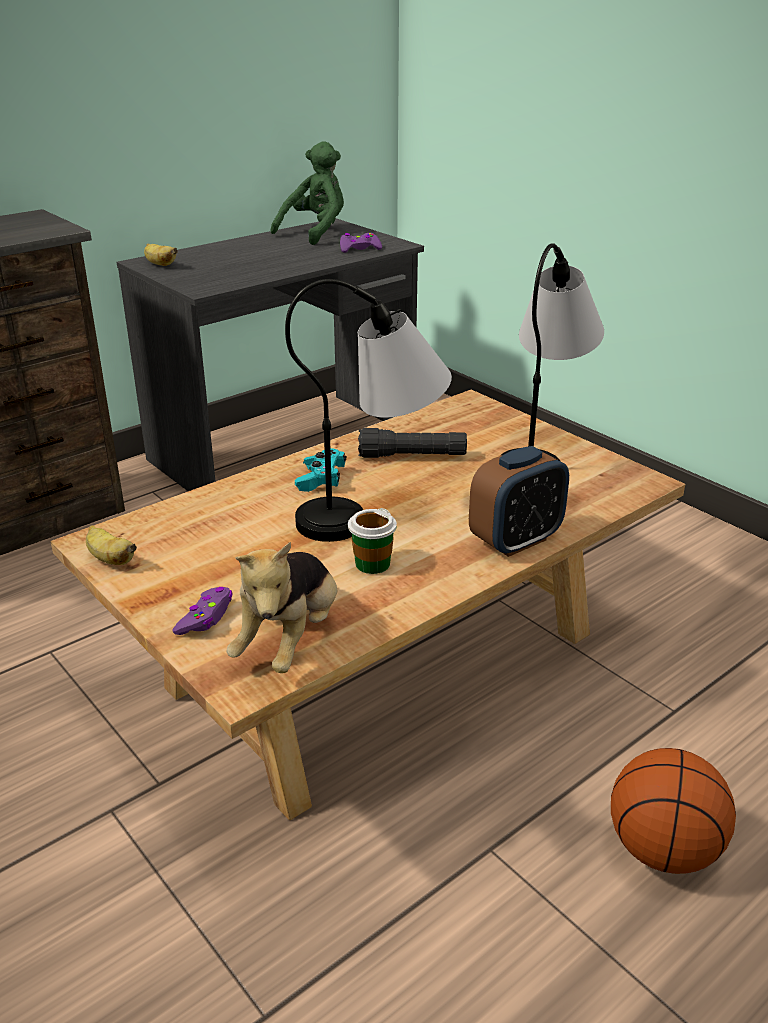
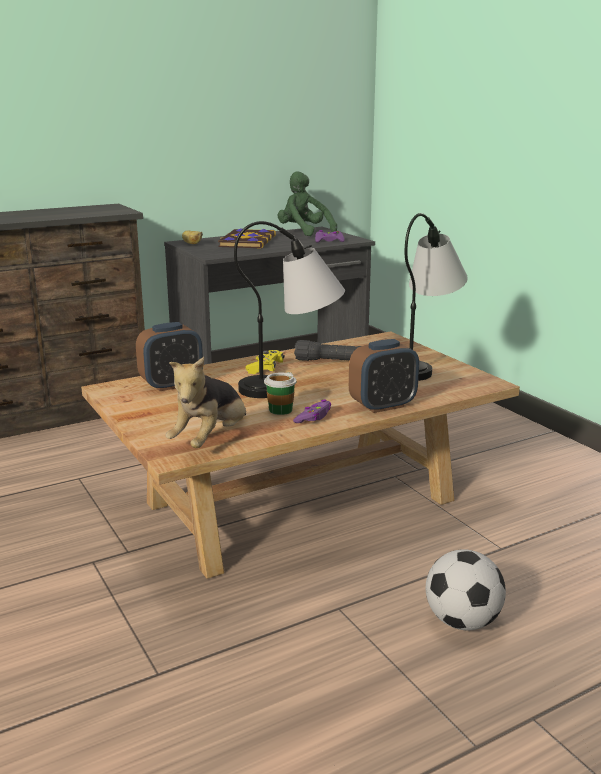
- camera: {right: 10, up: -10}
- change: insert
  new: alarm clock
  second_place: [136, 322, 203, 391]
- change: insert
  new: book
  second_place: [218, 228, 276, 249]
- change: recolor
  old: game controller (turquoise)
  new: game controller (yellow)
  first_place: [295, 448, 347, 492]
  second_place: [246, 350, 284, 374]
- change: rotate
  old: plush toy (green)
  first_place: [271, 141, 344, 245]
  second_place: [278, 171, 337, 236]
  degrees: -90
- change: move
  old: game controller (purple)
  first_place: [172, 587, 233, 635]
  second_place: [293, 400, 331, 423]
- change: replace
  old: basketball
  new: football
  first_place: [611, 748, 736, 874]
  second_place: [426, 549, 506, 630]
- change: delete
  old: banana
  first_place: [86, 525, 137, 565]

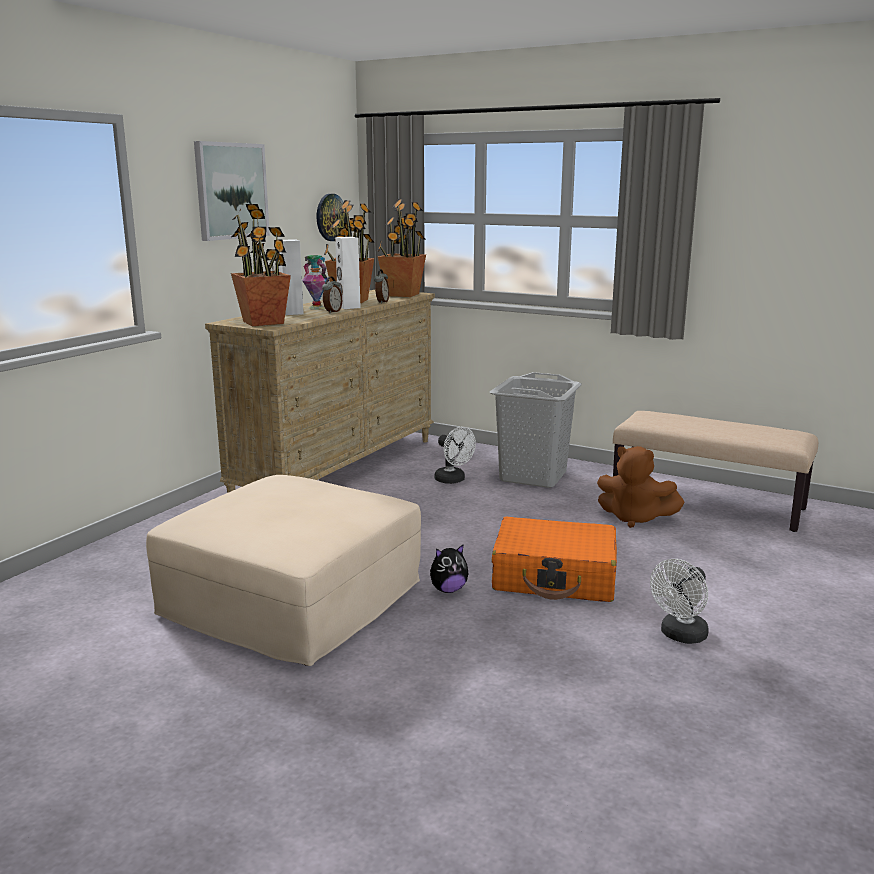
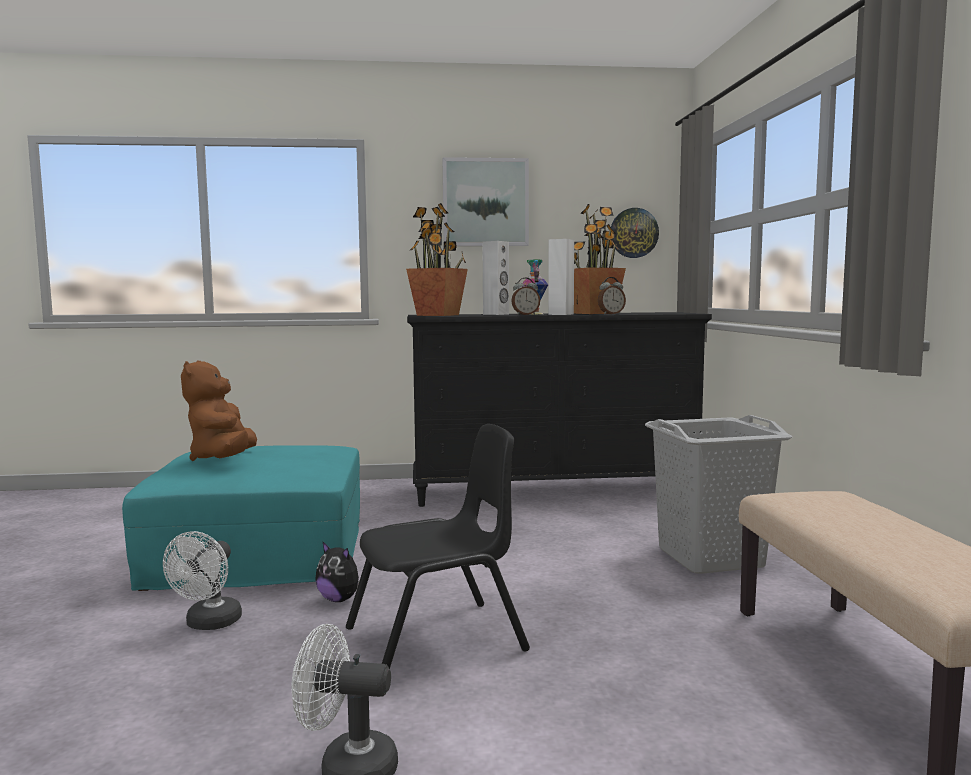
- camera: {right: 55, up: -10}
- change: recolor
  old: ottoman (beige)
  new: ottoman (turquoise)
  first_place: [146, 475, 421, 666]
  second_place: [122, 445, 360, 591]
- change: move
  old: fan (white)
  first_place: [434, 427, 476, 484]
  second_place: [163, 531, 242, 630]
- change: move
  old: plush toy (brown)
  first_place: [597, 446, 685, 528]
  second_place: [181, 360, 257, 461]
- change: replace
  old: suitcase (orange)
  new: chair (black)
  first_place: [491, 516, 617, 602]
  second_place: [346, 424, 530, 669]
- change: recolor
  old: dresser (beige)
  new: dresser (black)
  first_place: [205, 290, 435, 493]
  second_place: [407, 312, 712, 507]
- change: delete
  old: potted plant
  first_place: [378, 199, 426, 297]

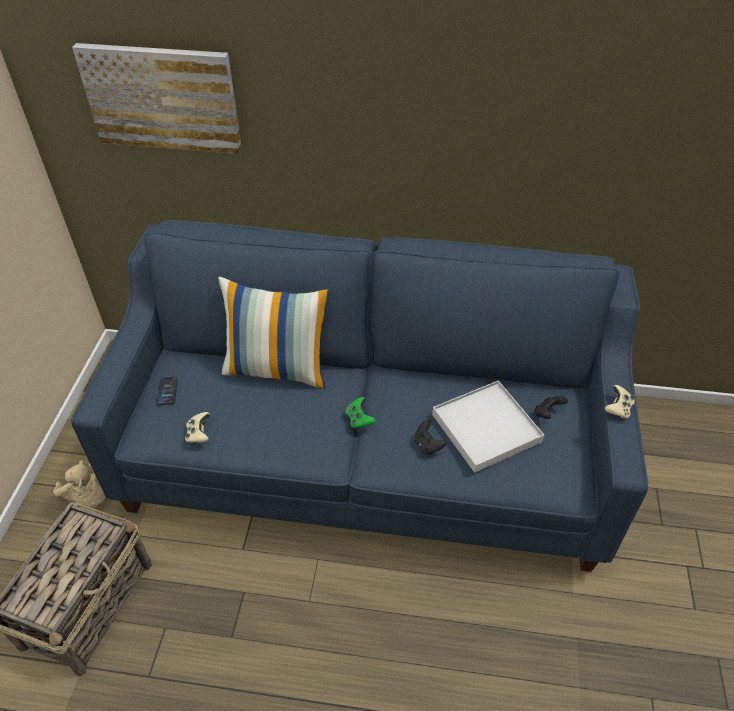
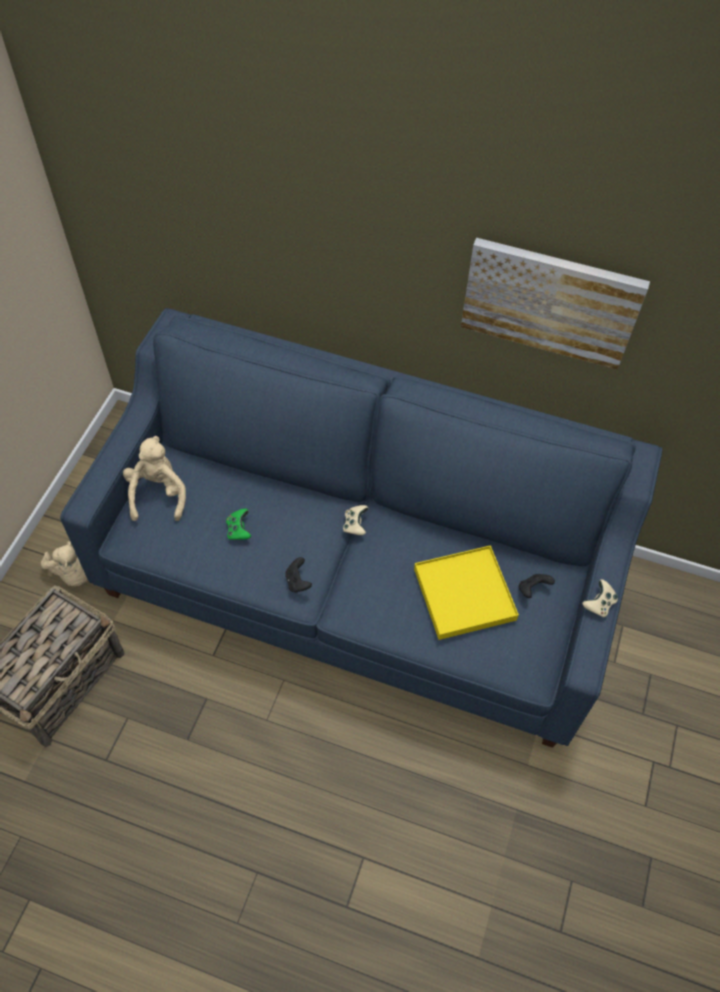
- camera: {right: 10, up: 10}
- change: replace
  old: phone
  new: plush toy (beige)
  first_place: [157, 377, 178, 405]
  second_place: [123, 436, 186, 521]
- change: move
  old: game controller (green)
  first_place: [345, 397, 376, 429]
  second_place: [226, 509, 251, 540]
- change: move
  old: game controller (black)
  first_place: [414, 420, 446, 455]
  second_place: [285, 557, 312, 592]
- change: move
  old: game controller (beige)
  first_place: [185, 412, 210, 443]
  second_place: [343, 505, 368, 535]
- change: recolor
  old: tray (white)
  new: tray (yellow)
  first_place: [432, 380, 544, 473]
  second_place: [414, 545, 519, 640]
- change: move
  old: picture
  first_place: [72, 43, 242, 154]
  second_place: [461, 238, 650, 370]
- change: delete
  old: pillow
  first_place: [218, 276, 330, 389]

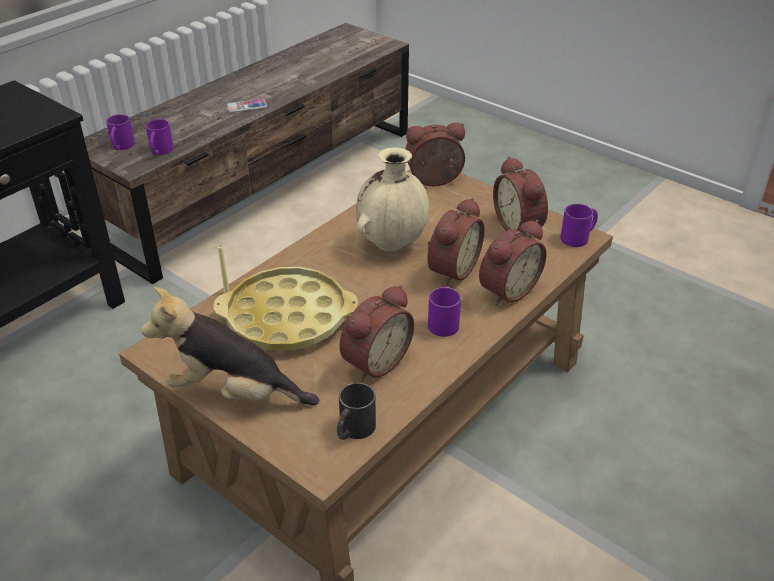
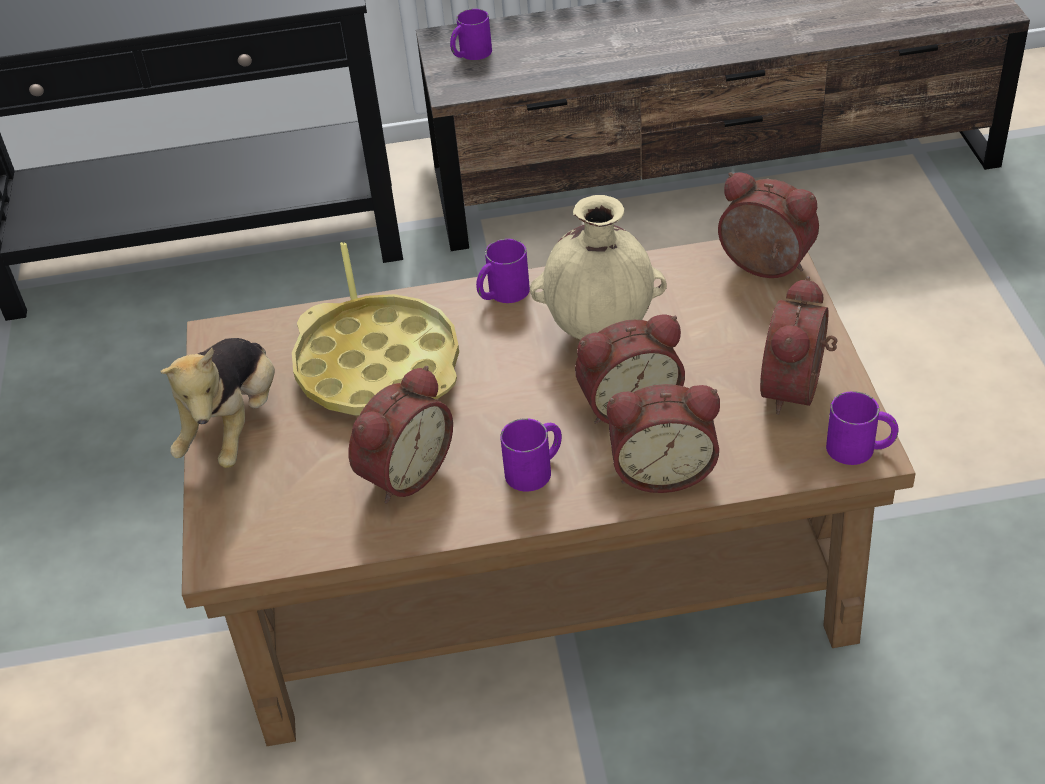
- camera: {right: 45, up: 5}
- change: rotate
  old: plush toy
  first_place: [141, 287, 319, 405]
  second_place: [160, 338, 275, 468]
  degrees: -135
- change: rotate
  old: alarm clock
  first_place: [339, 285, 414, 381]
  second_place: [348, 366, 453, 504]
  degrees: -45
- change: move
  old: mug (purple)
  first_place: [146, 119, 174, 155]
  second_place: [476, 239, 530, 303]
- change: delete
  old: phone
  first_place: [227, 99, 267, 113]
- change: delete
  old: mug (black)
  first_place: [337, 383, 376, 440]

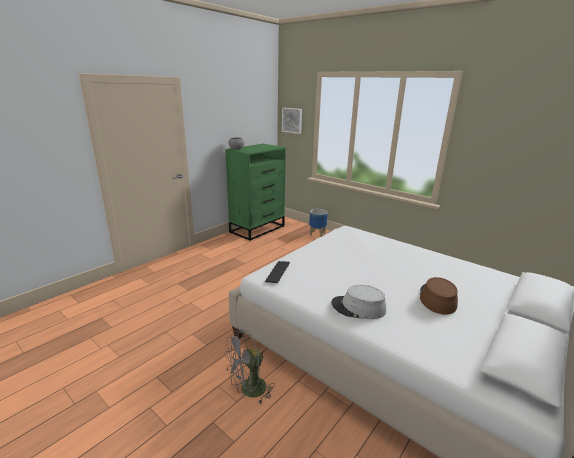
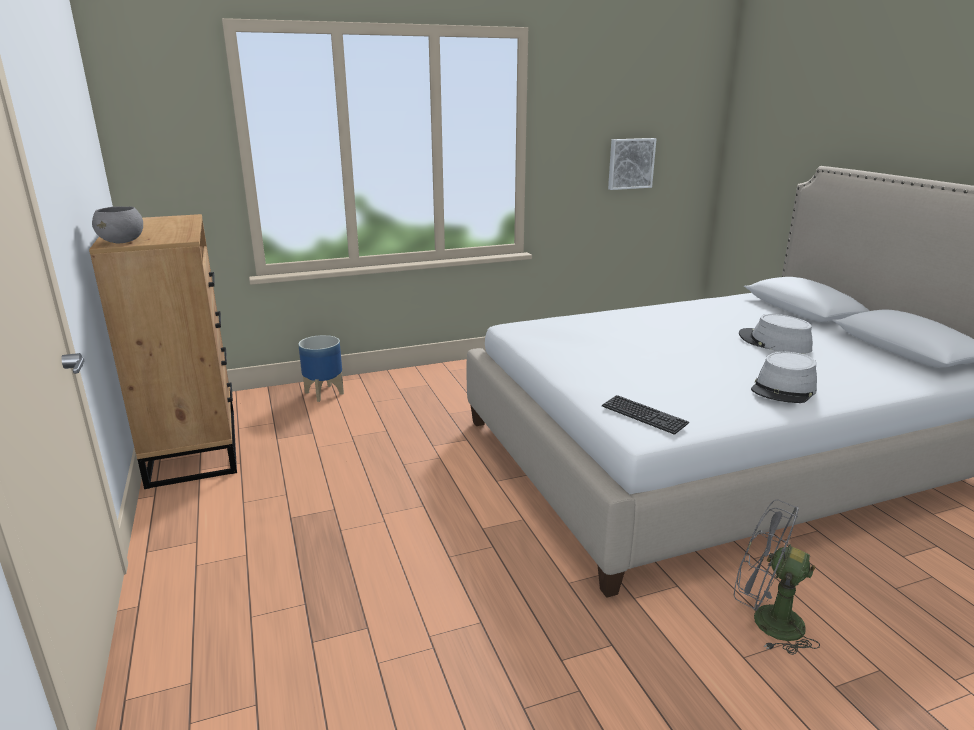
- camera: {right: -60, up: 0}
- change: recolor
  old: dresser (green)
  new: dresser (brown)
  first_place: [225, 144, 286, 241]
  second_place: [89, 214, 237, 489]
- change: move
  old: picture
  first_place: [282, 108, 302, 134]
  second_place: [608, 138, 656, 190]
- change: rotate
  old: fan (grey)
  first_place: [225, 330, 275, 403]
  second_place: [734, 499, 820, 655]
  degrees: 120
- change: recolor
  old: hat (brown)
  new: hat (grey)
  first_place: [420, 277, 458, 315]
  second_place: [739, 314, 812, 354]

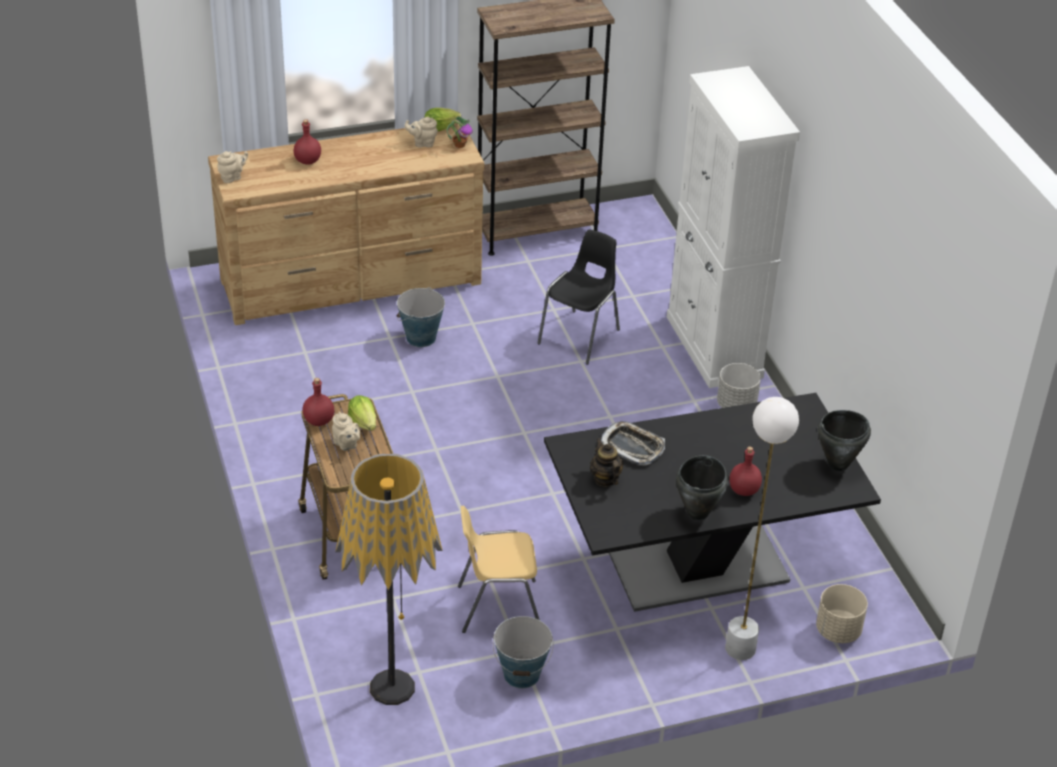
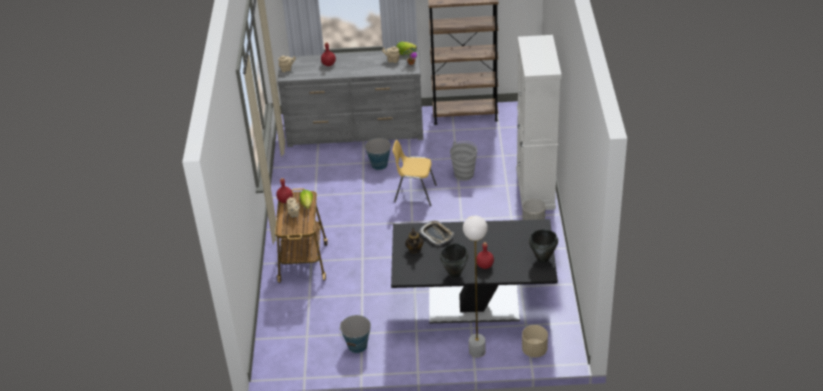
- camera: {right: 20, up: 0}
- change: recolor
  old: dresser (brown)
  new: dresser (grey)
  first_place: [208, 123, 485, 325]
  second_place: [277, 49, 423, 147]
- change: move
  old: chair (yellow)
  first_place: [458, 506, 540, 633]
  second_place: [392, 140, 437, 206]
- change: replace
  old: chair (black)
  new: bucket (grey)
  first_place: [537, 230, 620, 365]
  second_place: [450, 141, 477, 181]
- change: delete
  old: floor lamp
  first_place: [335, 454, 443, 705]

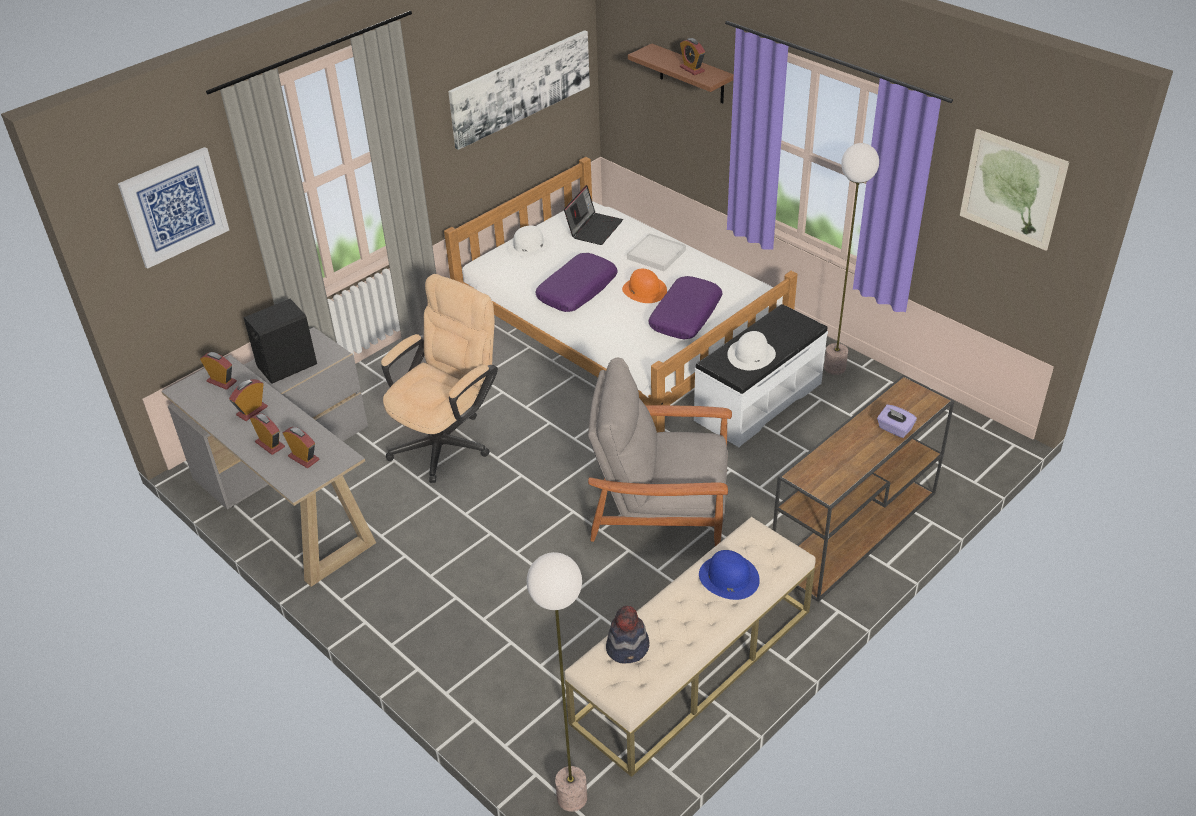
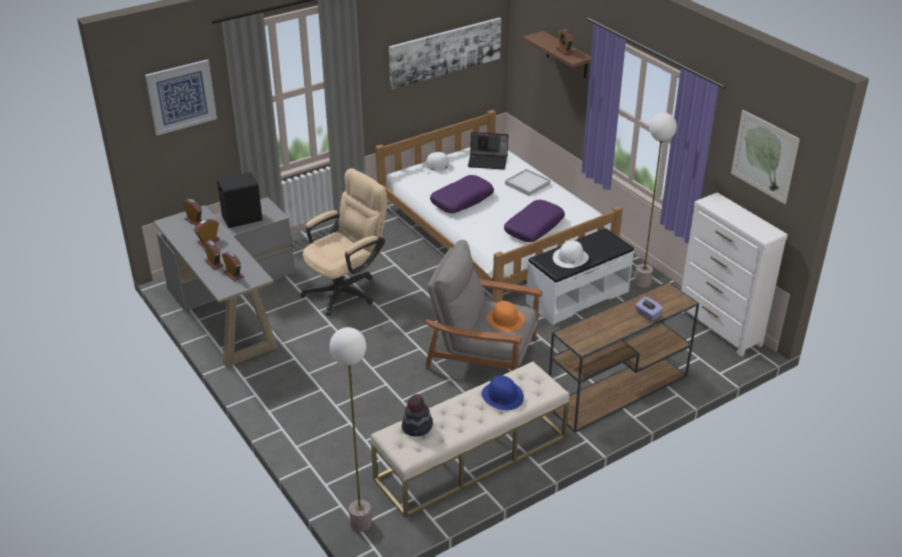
- camera: {right: 10, up: -5}
- change: rotate
  old: laptop
  first_place: [564, 185, 623, 245]
  second_place: [468, 132, 508, 170]
  degrees: 60
- change: move
  old: hat (orange)
  first_place: [622, 269, 667, 303]
  second_place: [487, 301, 524, 332]
- change: insert
  new: dresser (white)
  second_place: [681, 192, 788, 356]

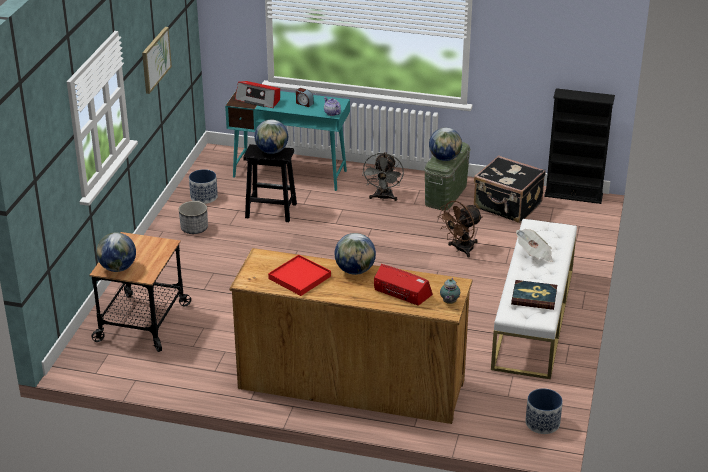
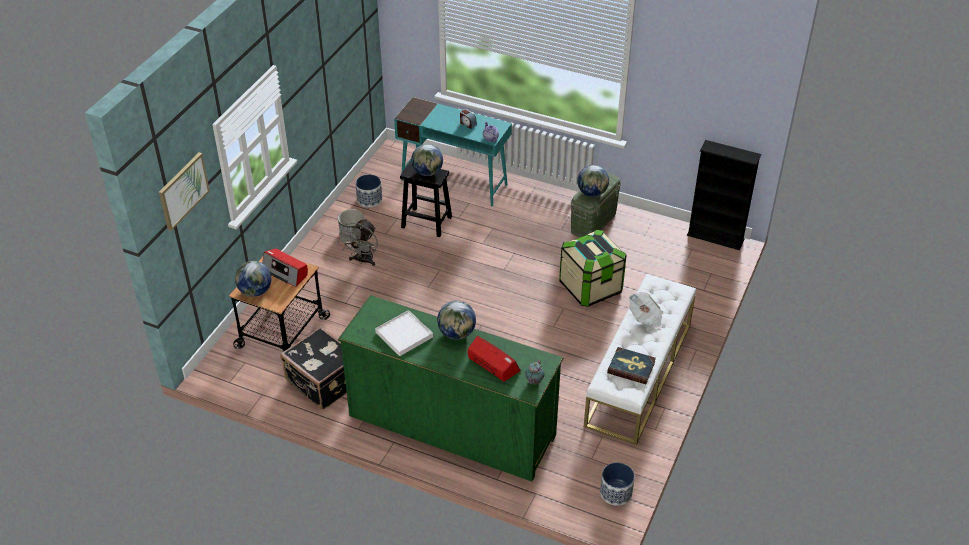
- camera: {right: 10, up: 10}
- change: move
  old: picture
  first_place: [142, 27, 172, 94]
  second_place: [159, 153, 210, 231]
- change: move
  old: radio
  first_place: [235, 81, 280, 108]
  second_place: [262, 248, 308, 287]
- change: move
  old: suitcase (black)
  first_place: [474, 155, 546, 223]
  second_place: [280, 326, 347, 410]
- change: move
  old: fan (grey)
  first_place: [362, 152, 404, 201]
  second_place: [338, 218, 378, 266]
- change: recolor
  old: dresser (brown)
  new: dresser (green)
  first_place: [229, 248, 472, 424]
  second_place: [338, 295, 563, 482]
- change: recolor
  old: tray (red)
  new: tray (white)
  first_place: [268, 255, 331, 296]
  second_place: [375, 310, 433, 356]
- change: replace
  old: fan (brown)
  new: storage box
  first_place: [438, 201, 482, 257]
  second_place: [559, 230, 627, 307]

